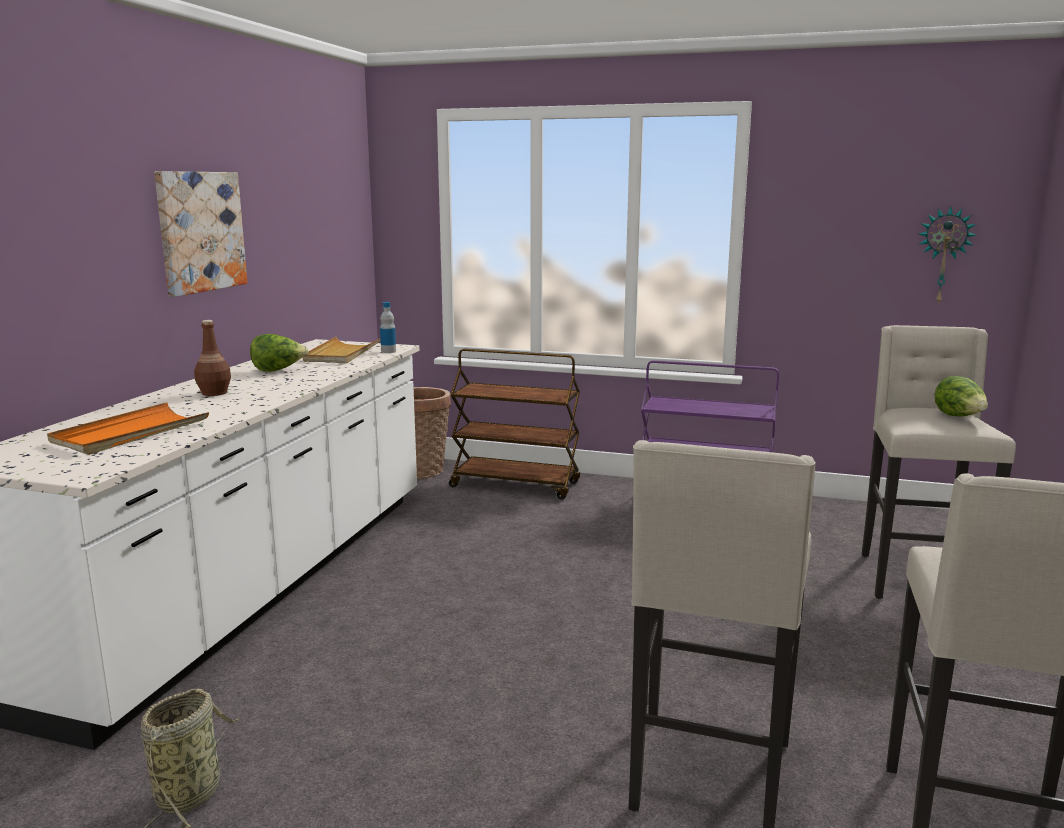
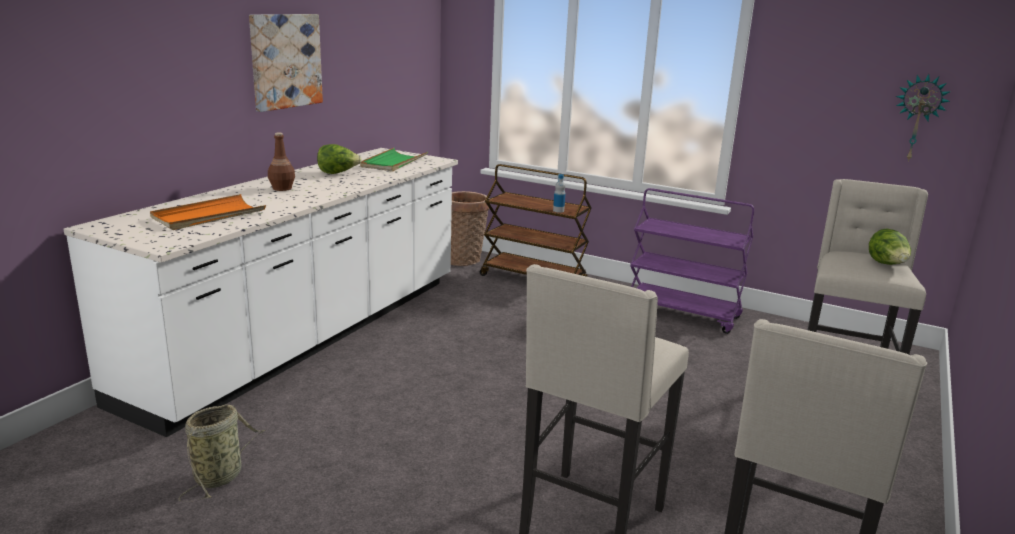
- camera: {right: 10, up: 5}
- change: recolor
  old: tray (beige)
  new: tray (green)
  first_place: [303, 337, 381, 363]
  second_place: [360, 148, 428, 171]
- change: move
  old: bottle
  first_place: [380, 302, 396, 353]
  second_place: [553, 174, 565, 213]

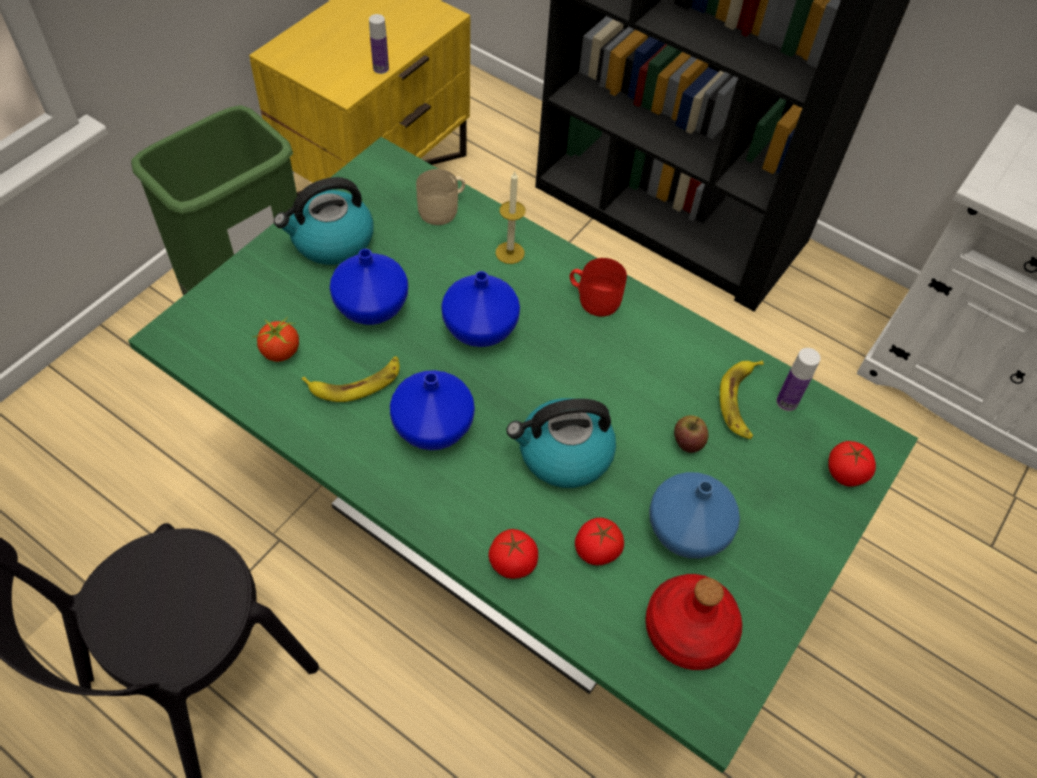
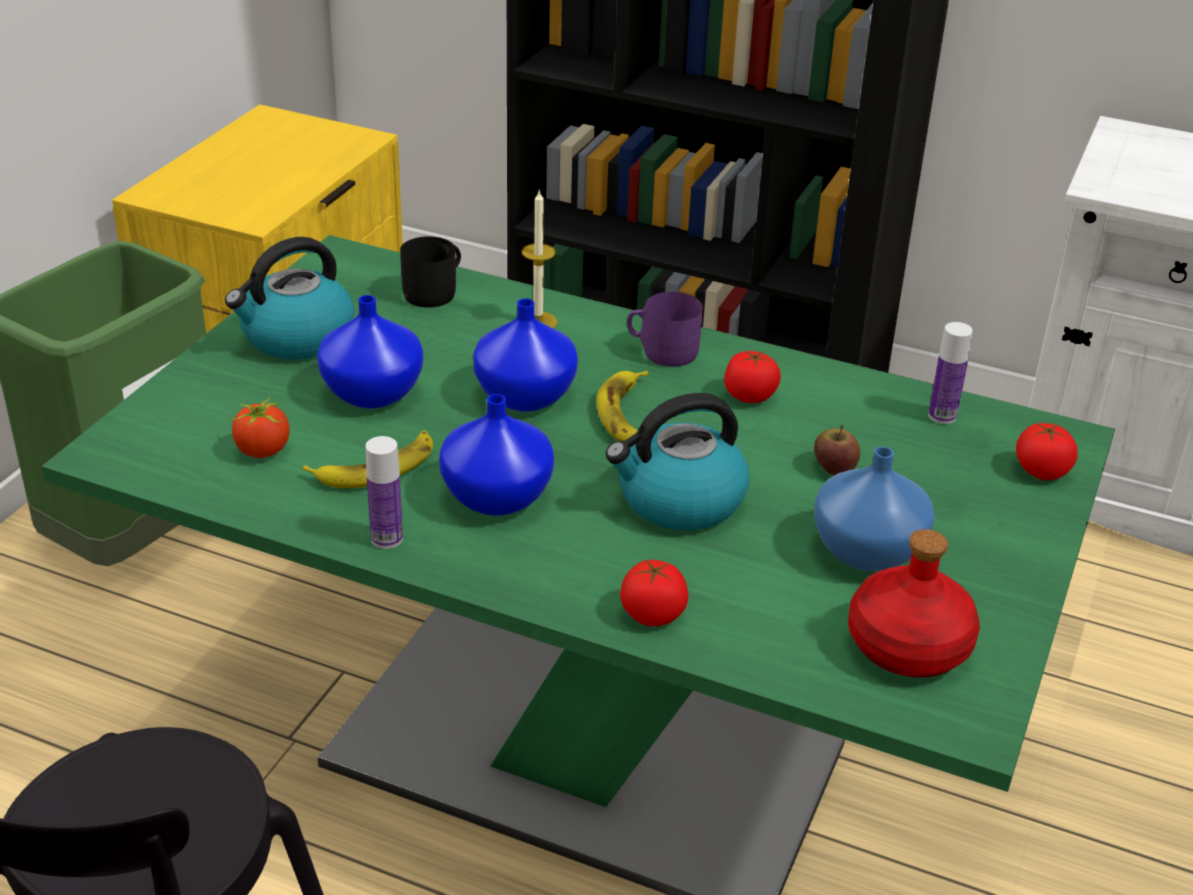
- camera: {right: -10, up: -20}
- change: move
  old: bottle
  first_place: [369, 14, 389, 74]
  second_place: [366, 436, 403, 549]
- change: recolor
  old: mug (beige)
  new: mug (black)
  first_place: [416, 169, 465, 225]
  second_place: [400, 236, 461, 307]
- change: move
  old: banana
  first_place: [720, 361, 764, 439]
  second_place: [596, 371, 648, 441]
- change: recolor
  old: mug (red)
  new: mug (purple)
  first_place: [570, 258, 627, 317]
  second_place: [627, 292, 703, 367]
- change: move
  old: tomato
  first_place: [575, 518, 624, 565]
  second_place: [724, 351, 781, 403]

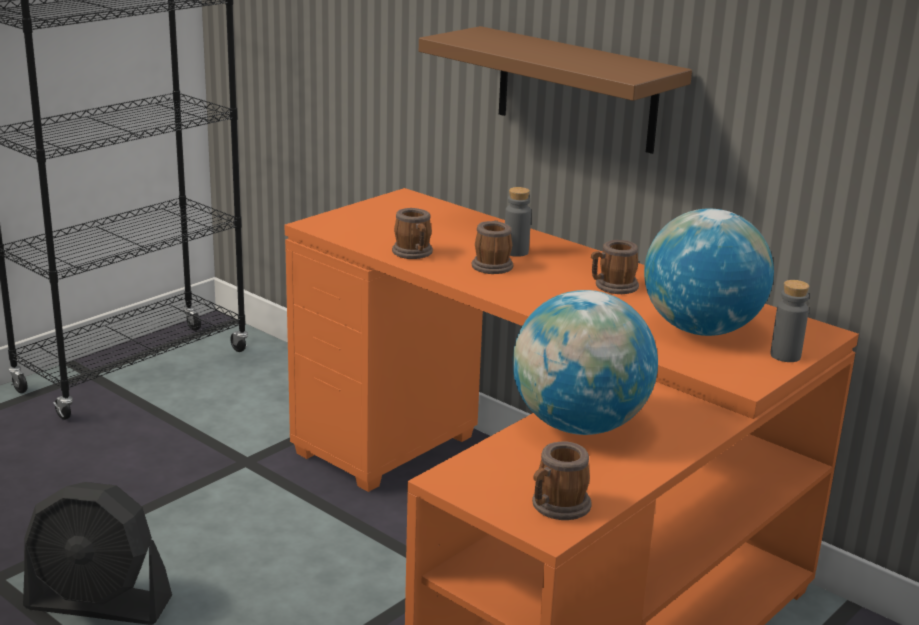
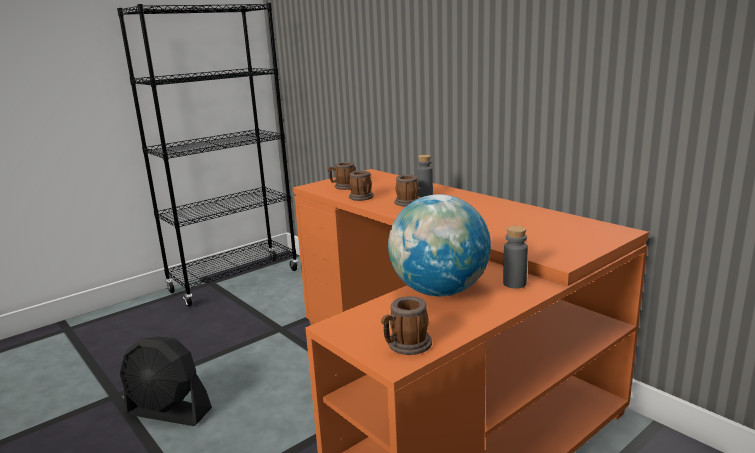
- camera: {right: 10, up: -5}
- change: move
  old: mug
  first_place: [591, 240, 639, 294]
  second_place: [328, 162, 355, 190]
- change: move
  old: bottle (grey)
  first_place: [770, 280, 809, 362]
  second_place: [503, 226, 528, 288]
- change: delete
  old: shelf (brown)
  first_place: [419, 26, 692, 154]
- change: delete
  old: globe
  first_place: [644, 209, 774, 336]

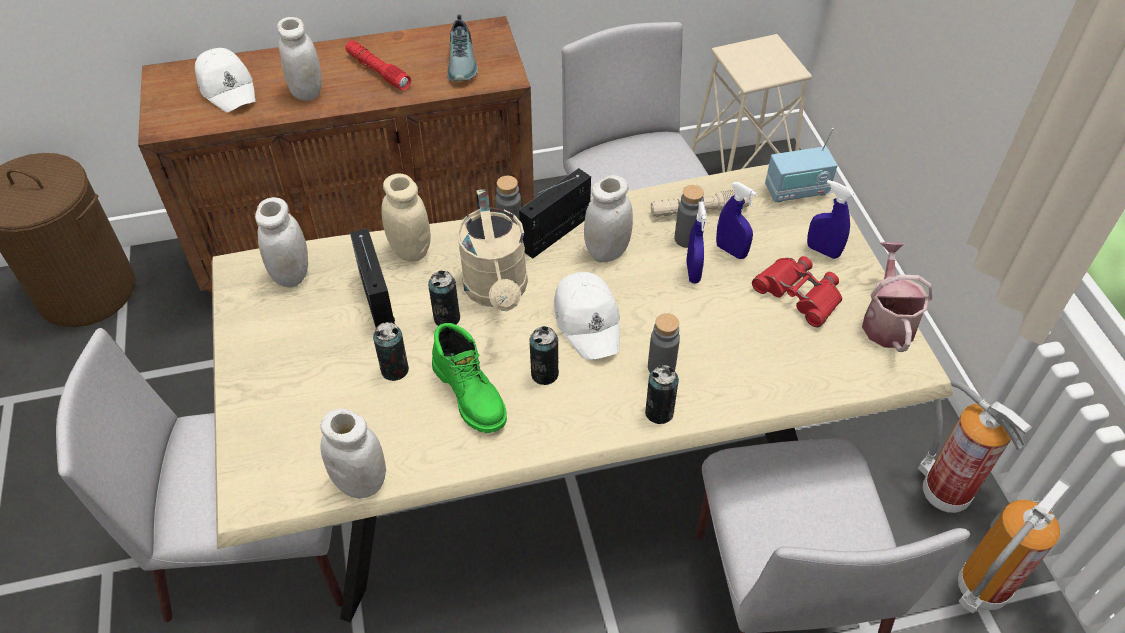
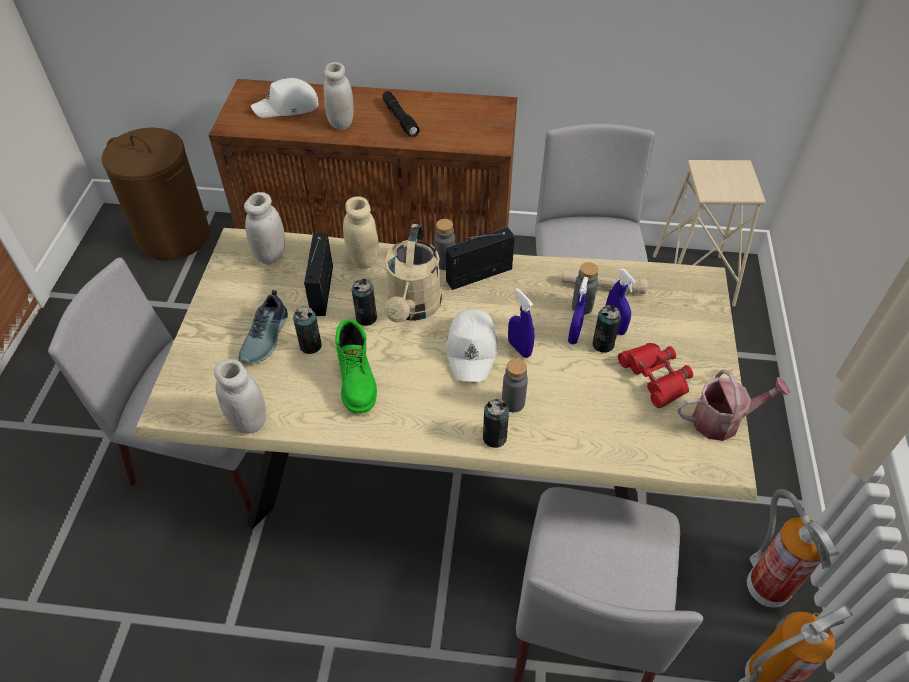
- camera: {right: 20, up: 0}
- change: move
  old: shoe
  first_place: [447, 14, 478, 82]
  second_place: [239, 290, 288, 364]
- change: rotate
  old: cap (white)
  first_place: [195, 48, 256, 112]
  second_place: [251, 78, 319, 118]
  degrees: 90
- change: recolor
  old: flashlight (red)
  new: flashlight (black)
  first_place: [346, 40, 411, 90]
  second_place: [382, 91, 420, 137]
- change: move
  old: spray bottle (blue)
  first_place: [807, 180, 854, 259]
  second_place: [508, 288, 534, 358]
- change: move
  old: can
  first_place: [529, 326, 559, 385]
  second_place: [593, 305, 621, 353]
- change: rotate
  old: watering can
  first_place: [862, 242, 932, 352]
  second_place: [677, 369, 791, 441]
  degrees: 60
- change: delete
  old: jar (white)
  first_place: [584, 175, 633, 263]
- change: delete
  old: radio
  first_place: [765, 128, 837, 202]

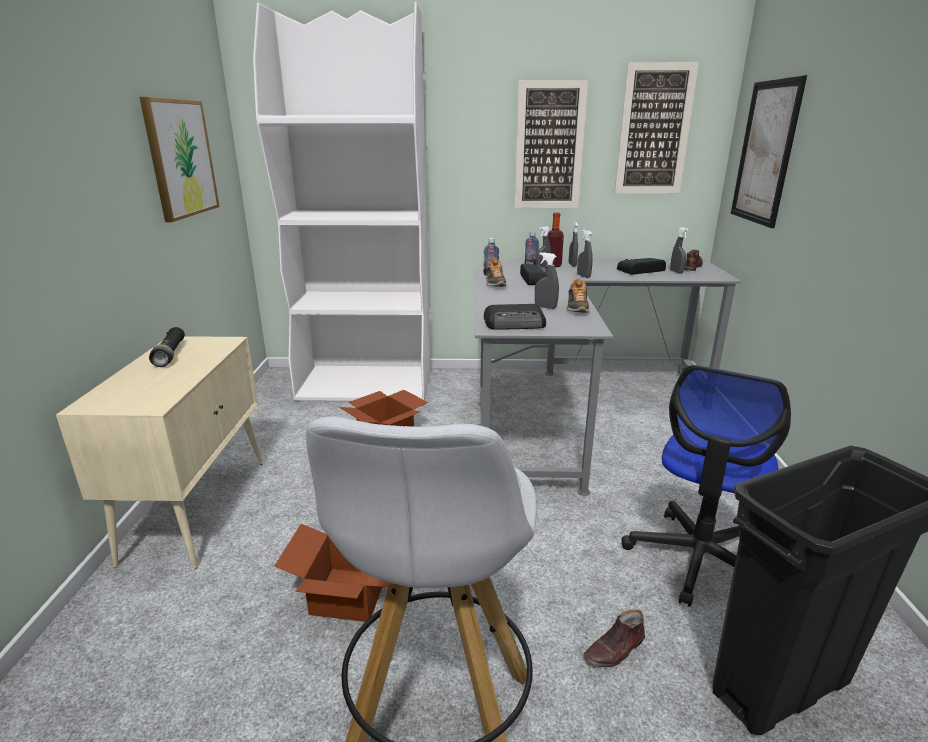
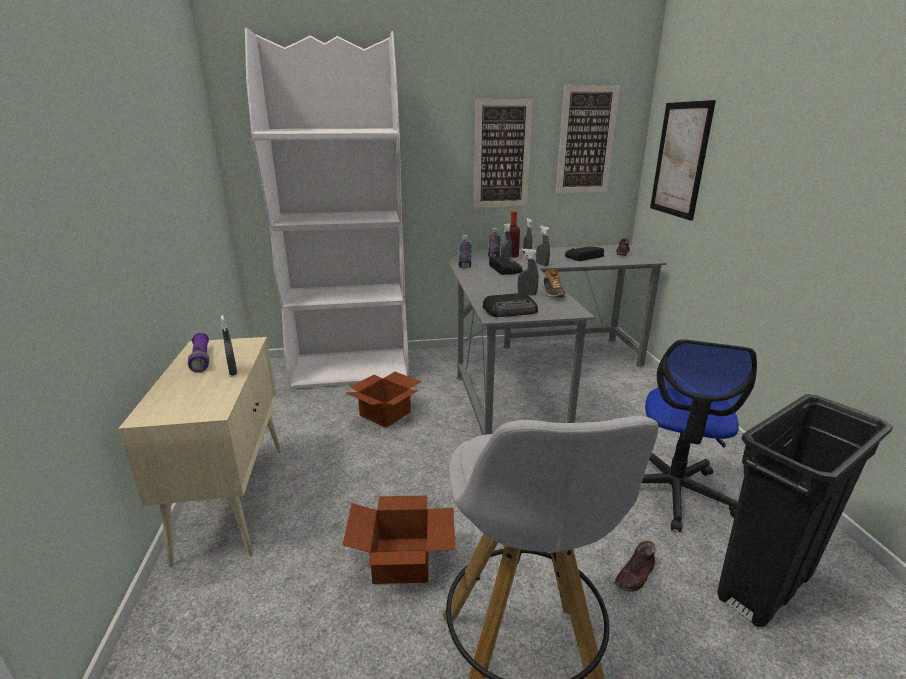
- camera: {right: -10, up: 0}
- change: recolor
  old: flashlight (black)
  new: flashlight (purple)
  first_place: [149, 327, 185, 367]
  second_place: [188, 333, 209, 373]
- change: move
  old: spray bottle (grey)
  first_place: [670, 227, 688, 274]
  second_place: [221, 315, 237, 376]
- change: delete
  old: picture
  first_place: [139, 97, 220, 222]
- change: delete
  old: shoe
  first_place: [486, 258, 507, 287]

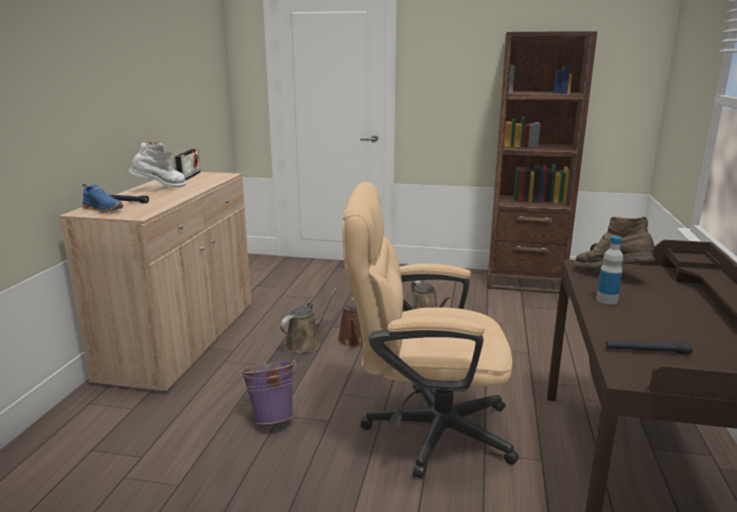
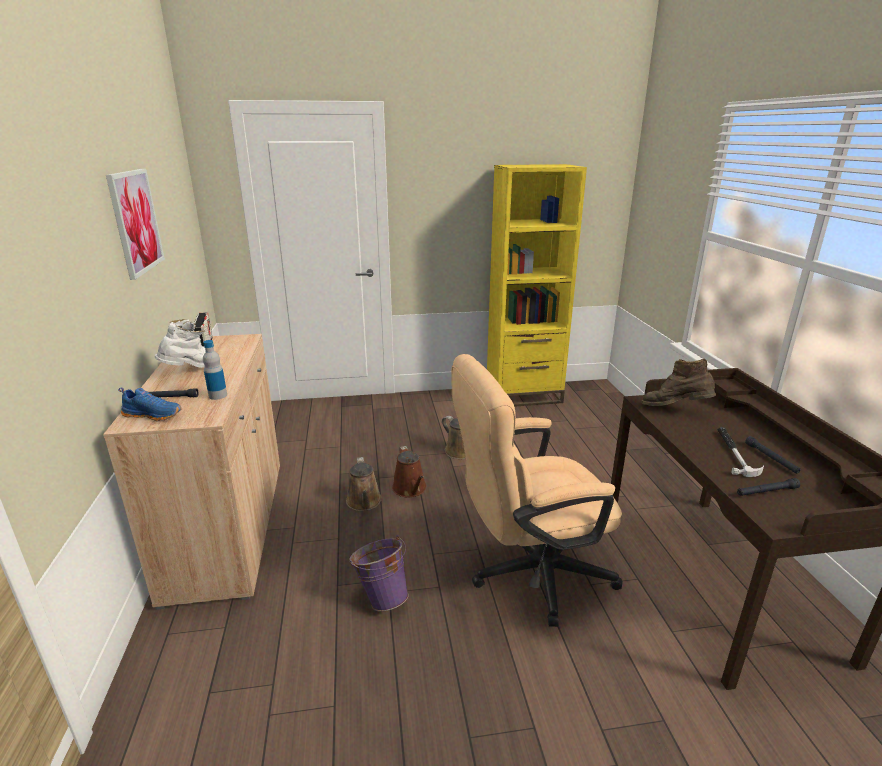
- camera: {right: -20, up: 5}
- change: insert
  new: picture
  second_place: [106, 169, 165, 280]
- change: move
  old: bottle
  first_place: [596, 236, 623, 305]
  second_place: [203, 340, 227, 400]
- change: rotate
  old: watering can (brown)
  first_place: [280, 288, 337, 353]
  second_place: [346, 457, 382, 511]
  degrees: 150
- change: recolor
  old: bookcase (brown)
  new: bookcase (yellow)
  first_place: [488, 31, 597, 294]
  second_place: [487, 164, 587, 407]
- change: insert
  new: hammer
  second_place: [718, 427, 764, 477]
- change: insert
  new: flashlight (black)
  second_place: [745, 436, 801, 474]

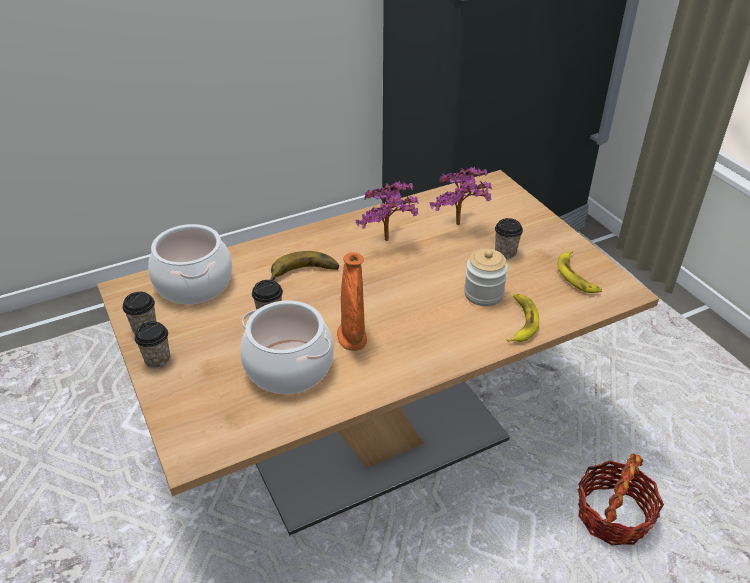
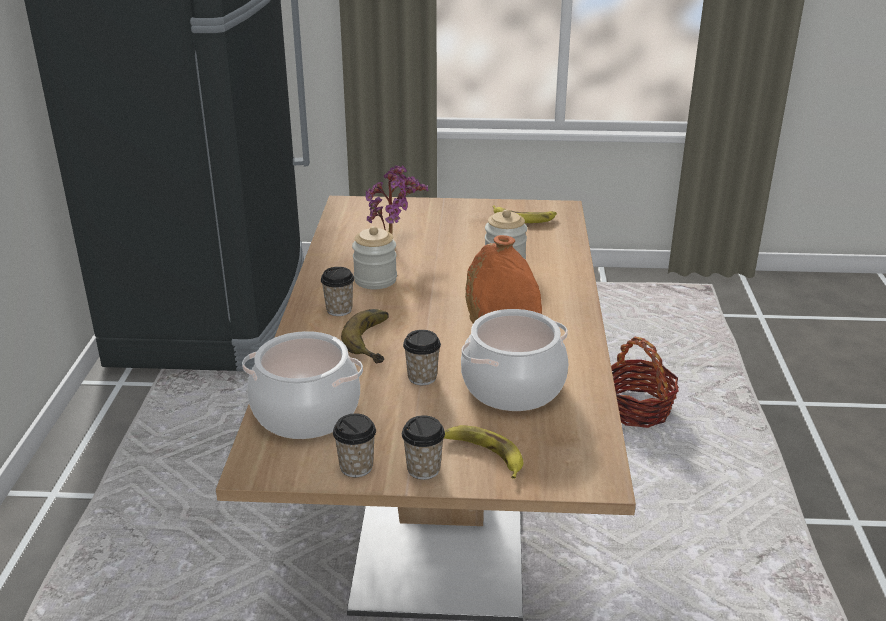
- camera: {right: -60, up: -10}
- change: move
  old: cup
  first_place: [495, 218, 523, 259]
  second_place: [321, 267, 354, 316]
- change: replace
  old: potted plant
  new: jar
  first_place: [355, 181, 419, 241]
  second_place: [352, 226, 397, 289]
- change: move
  old: banana
  first_place: [507, 294, 539, 342]
  second_place: [444, 425, 523, 479]

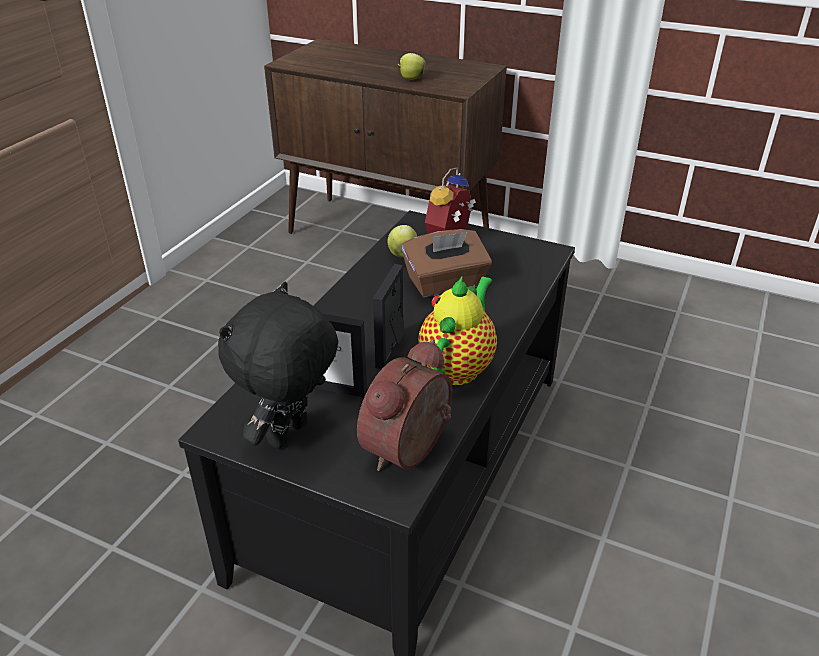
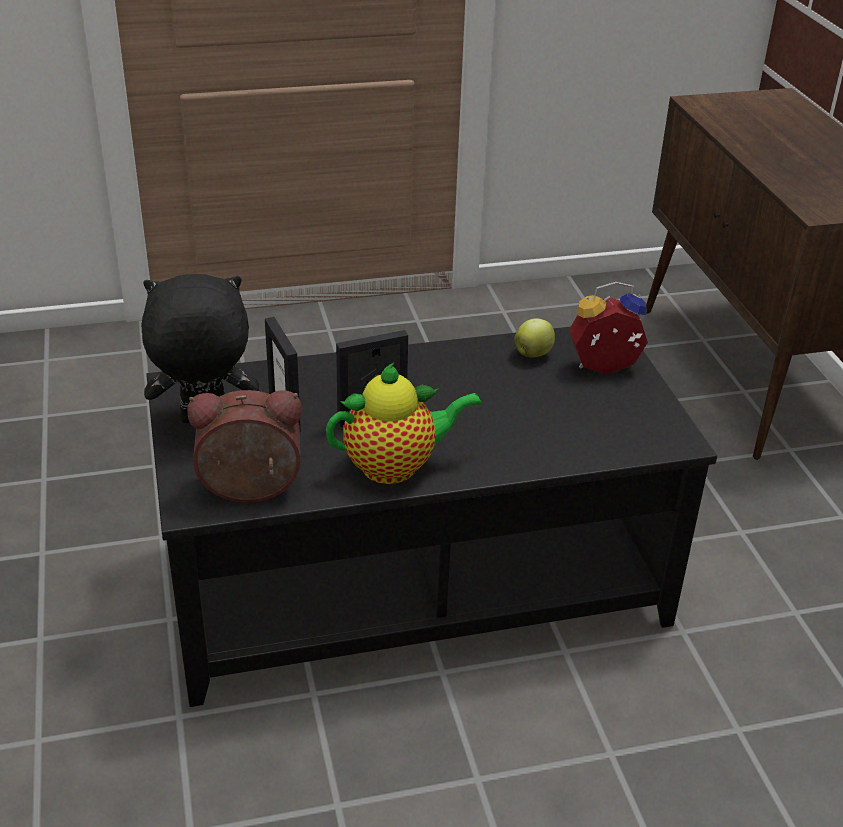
- camera: {right: 50, up: 0}
- change: delete
  old: apple
  first_place: [398, 53, 426, 80]
- change: delete
  old: tissue box (brown)
  first_place: [401, 229, 492, 297]

